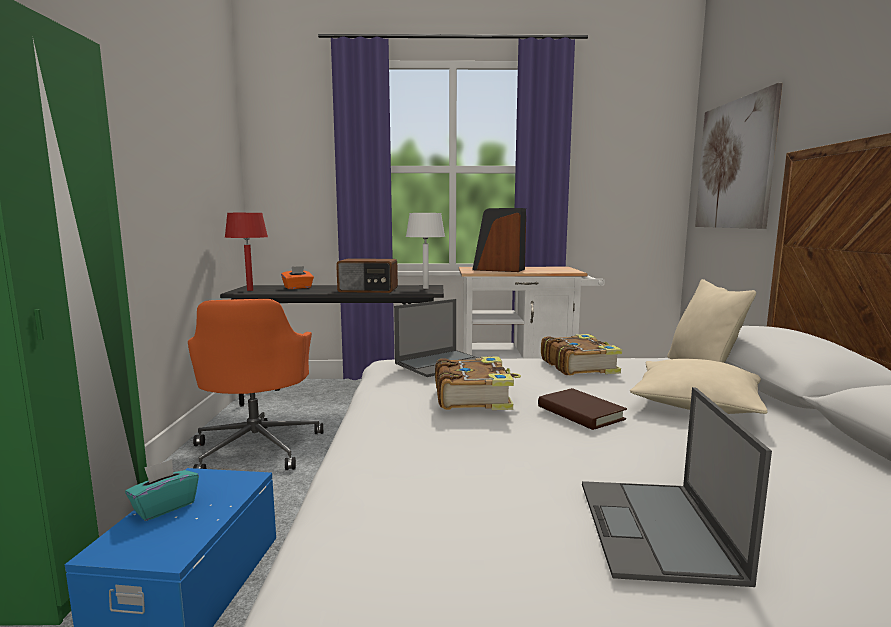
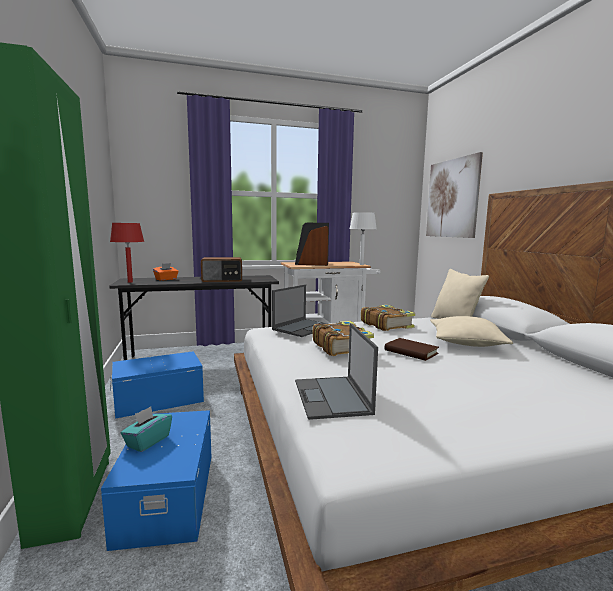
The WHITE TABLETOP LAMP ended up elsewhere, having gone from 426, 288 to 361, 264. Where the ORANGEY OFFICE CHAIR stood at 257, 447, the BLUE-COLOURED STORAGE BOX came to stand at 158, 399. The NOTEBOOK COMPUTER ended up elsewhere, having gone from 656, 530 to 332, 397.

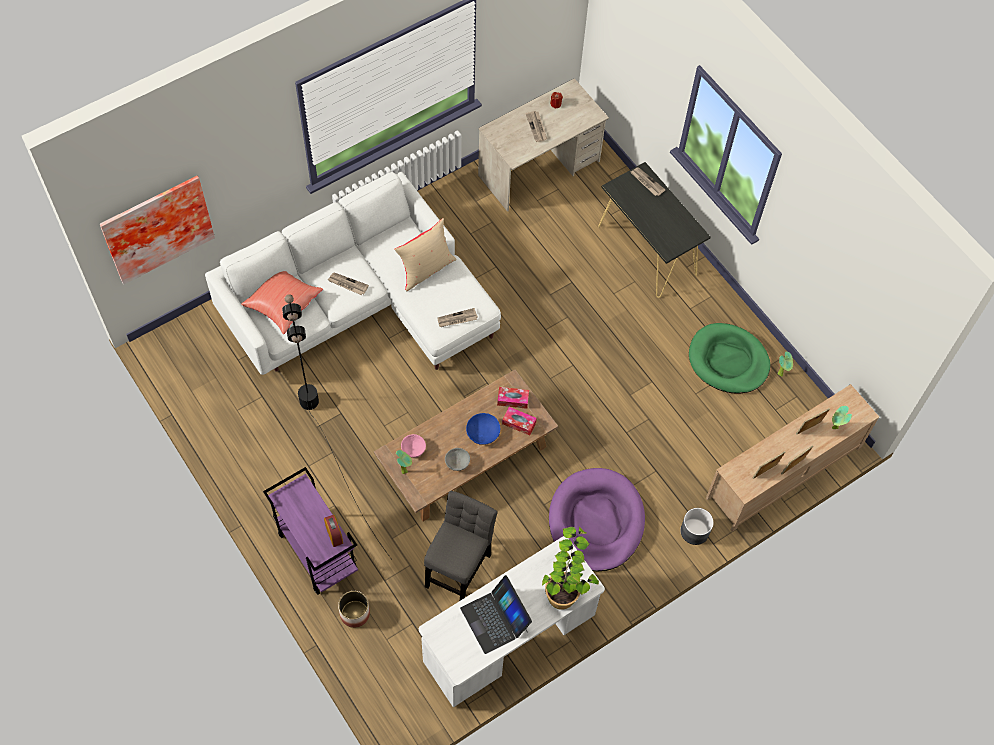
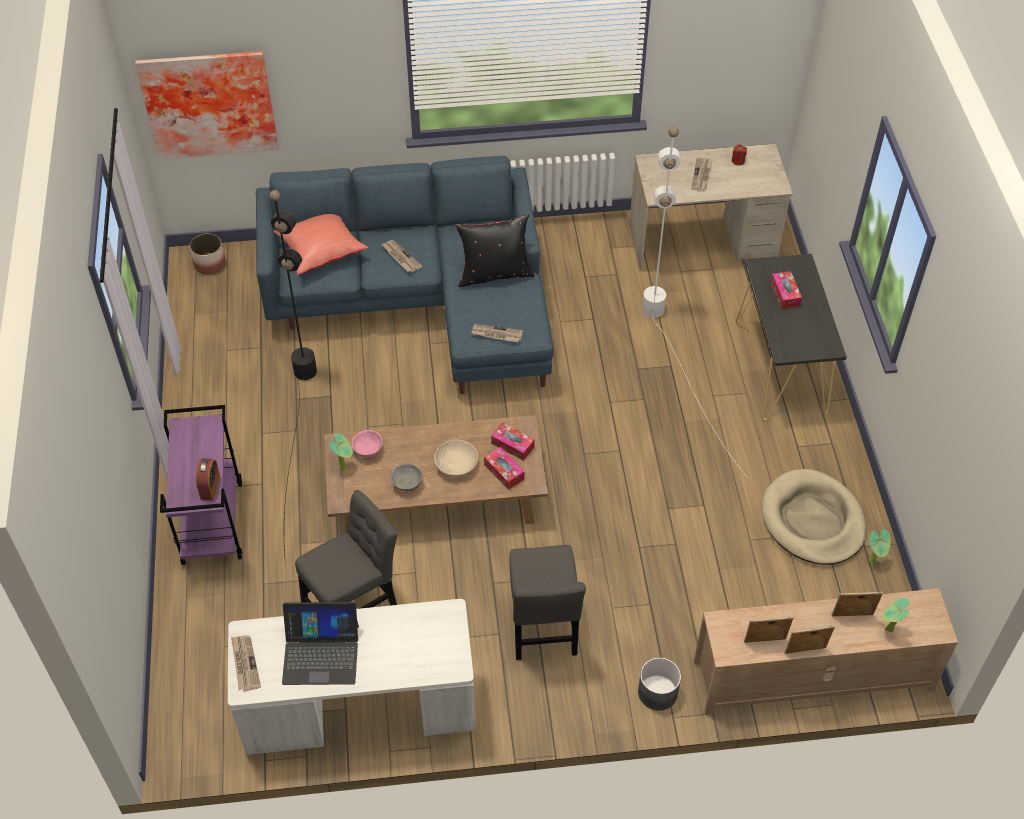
The NEWSPAPER ended up elsewhere, having gone from 646, 182 to 245, 663. What was the WHITE SOFA at 361, 305 turned into the BLUE-COLOURED SOFA at 421, 301. What was the SAND-COLOURED THROW PILLOW at 426, 269 turned into the BLACK THROW PILLOW at 494, 274. What was the GREEN-COLOURED DOG BED at 728, 361 turned into the SAND-COLOURED DOG BED at 812, 520. What was the BLUE-COLOURED SERVING BOWL at 483, 433 turned into the SAND-COLOURED SERVING BOWL at 456, 465. Where the PURPLISH DOG BED stood at 596, 521, the GRAY PLAIN CHAIR came to stand at 543, 628. The second view lost the POTTED PLANT at 566, 584. The NOTEBOOK COMPUTER at 495, 619 ended up facing another way, 90 degrees counterclockwise from before. The PLANTER ended up elsewhere, having gone from 354, 613 to 209, 264. The second view gained the WHITE FLOOR LAMP at 676, 354. The second view gained the TISSUE HOLDER at 785, 294.

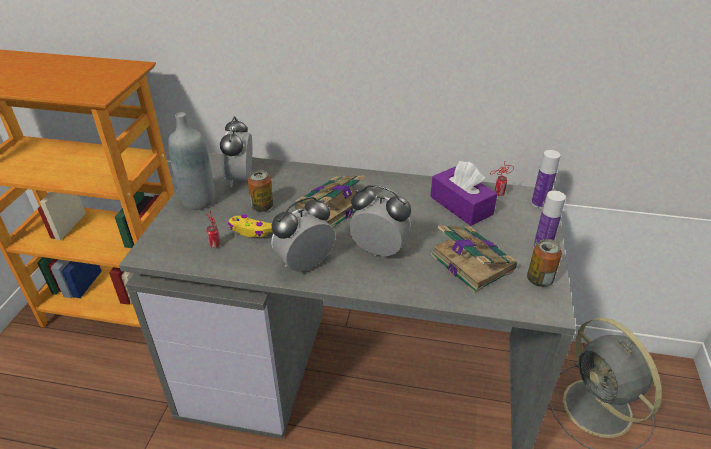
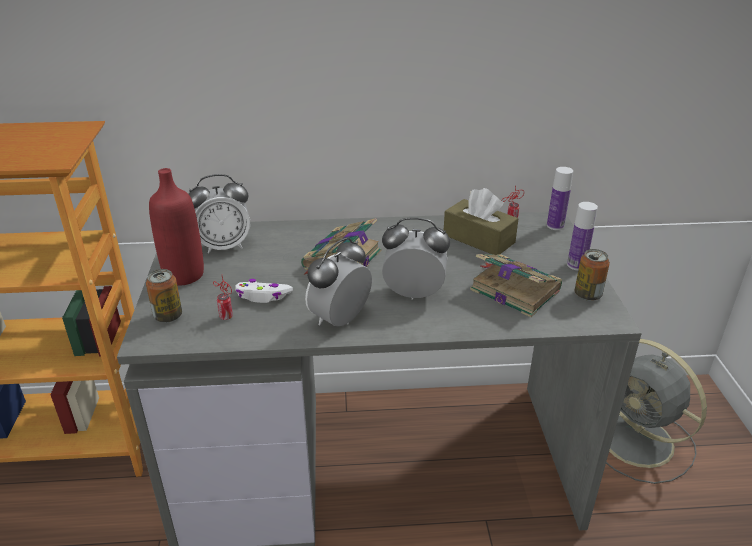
What was the GRAY BOTTLE at 198, 201 turned into the RED-COLOURED BOTTLE at 184, 275. The ALARM CLOCK at 241, 179 ended up facing another way, 90 degrees counterclockwise from before. What was the PURPLISH TISSUE HOLDER at 461, 205 turned into the BROWNISH TISSUE HOLDER at 478, 239. The CAN ended up elsewhere, having gone from 262, 206 to 168, 316. What was the YELLOW JOYPAD at 252, 231 turned into the WHITE JOYPAD at 263, 296.

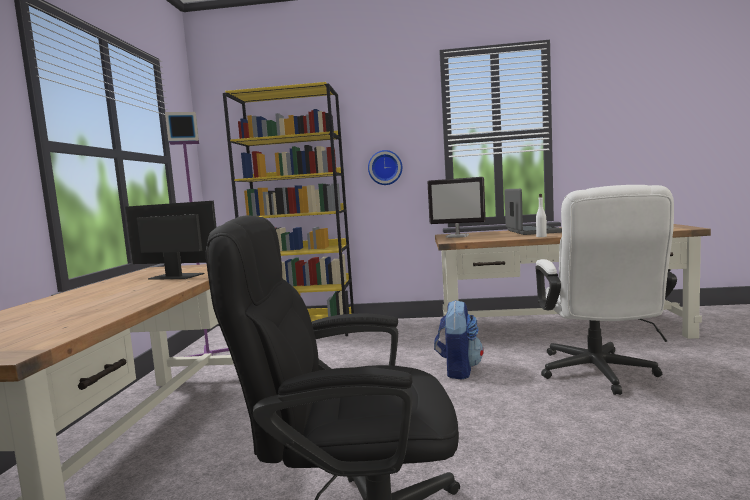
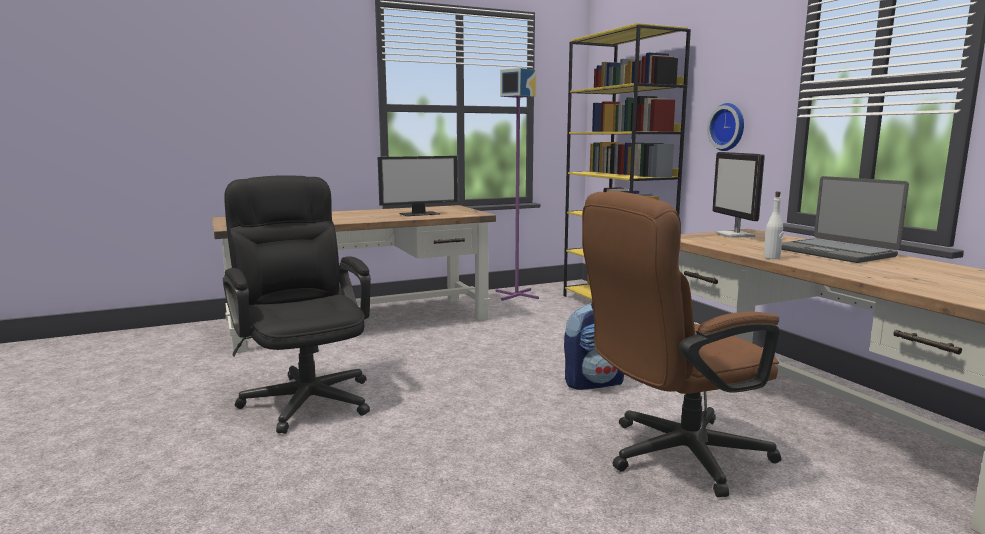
What was the WHITE OFFICE CHAIR at 599, 375 turned into the BROWNISH OFFICE CHAIR at 672, 456. The NOTEBOOK COMPUTER at 532, 231 ended up facing another way, 90 degrees clockwise from before. The MONITOR at 175, 276 ended up facing another way, 75 degrees clockwise from before.

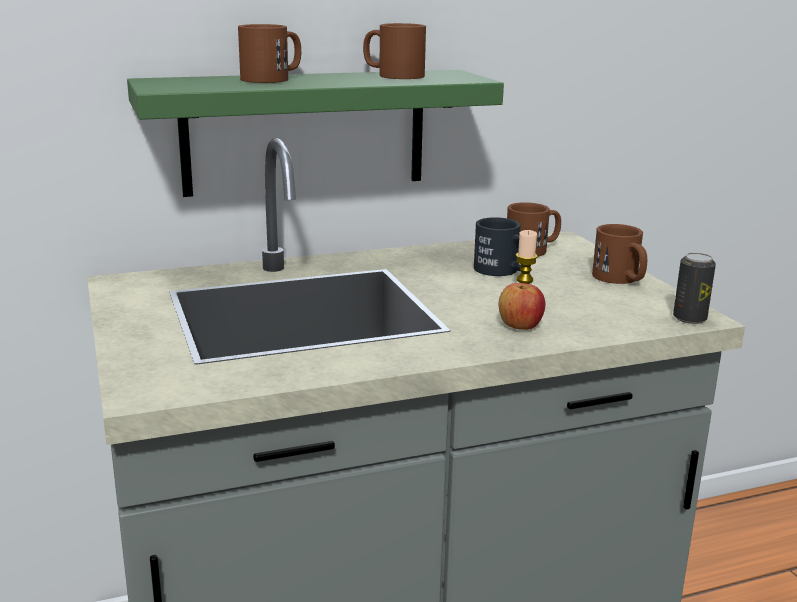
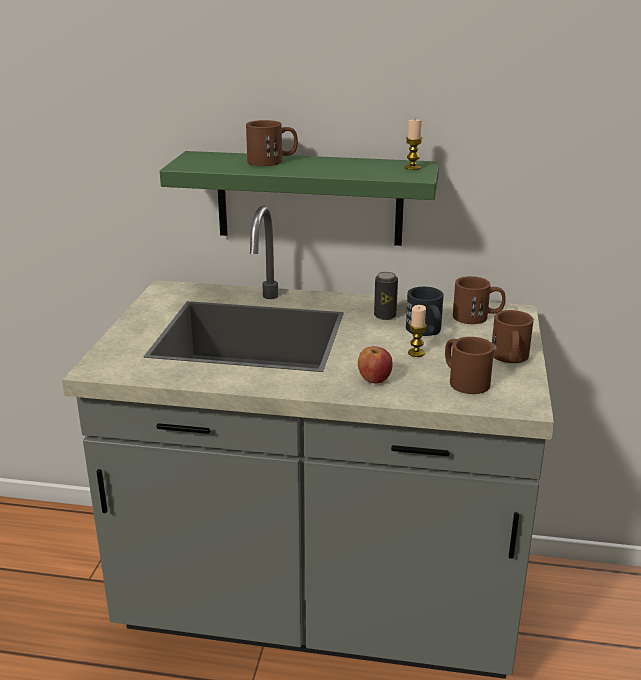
The BROWNISH MUG ended up elsewhere, having gone from 392, 75 to 463, 380. The CAN ended up elsewhere, having gone from 689, 318 to 385, 316. The second view gained the WAX LIGHT at 412, 168.

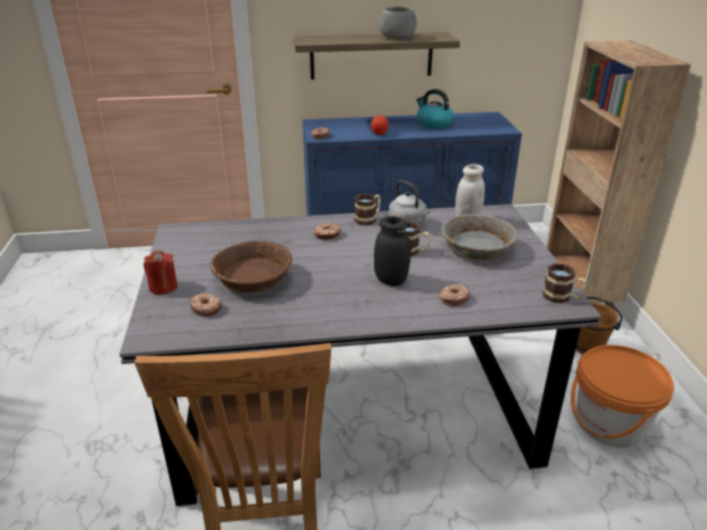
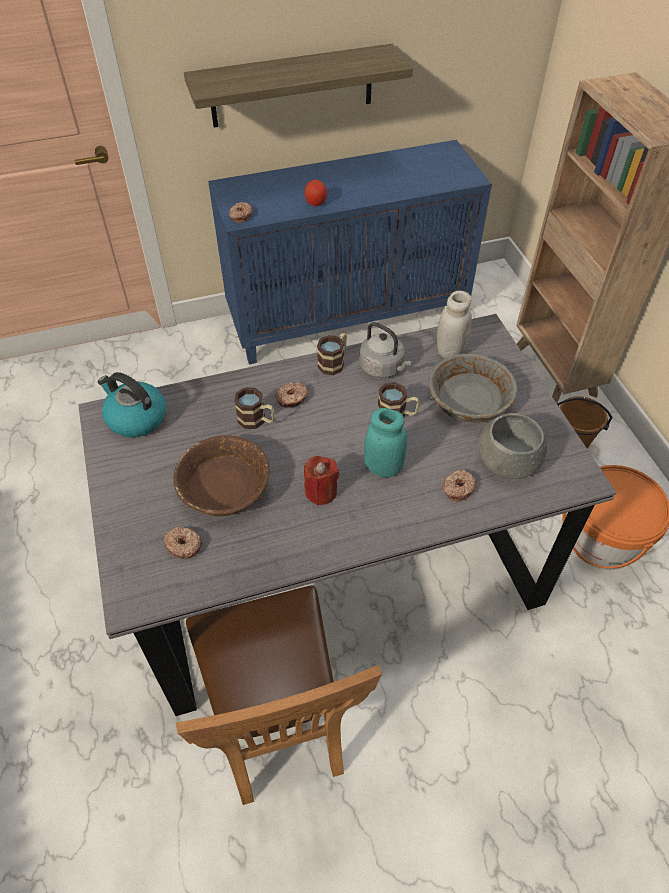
The GRAY SERVING BOWL ended up elsewhere, having gone from 397, 37 to 508, 460. The KETTLE ended up elsewhere, having gone from 433, 124 to 136, 418. What was the BLACK STORAGE JAR at 391, 280 turned into the TURQUOISE-COLOURED STORAGE JAR at 383, 467. The RED-COLOURED WAX LIGHT ended up elsewhere, having gone from 163, 287 to 321, 491. The MUG ended up elsewhere, having gone from 562, 297 to 257, 420.

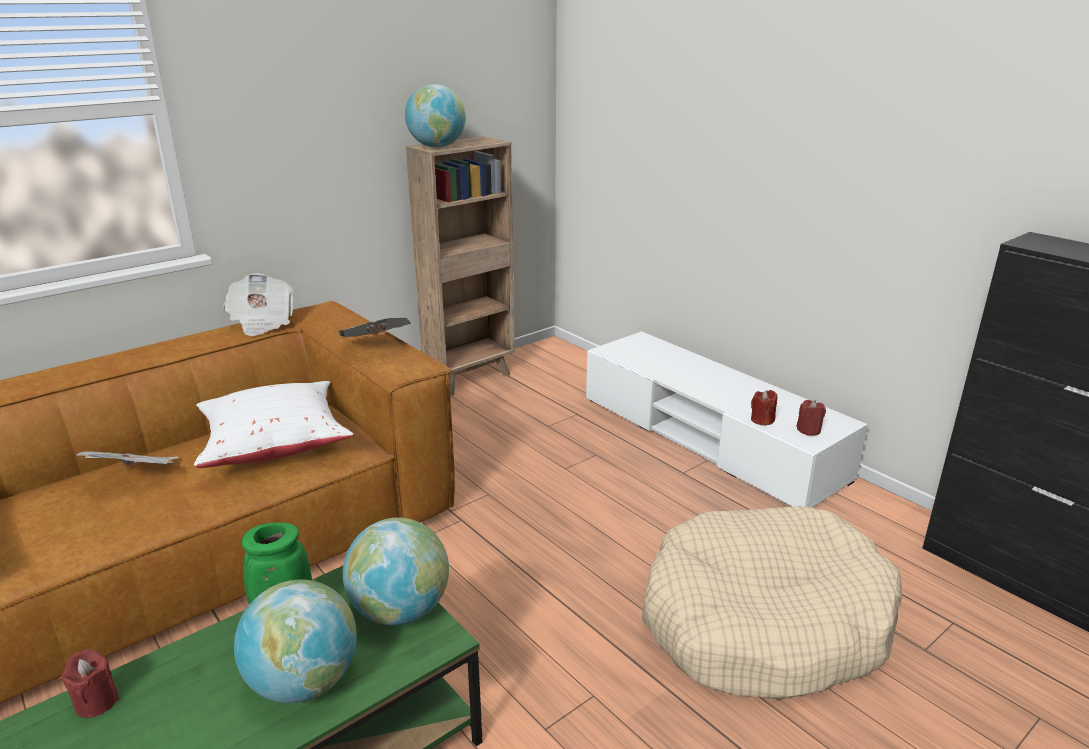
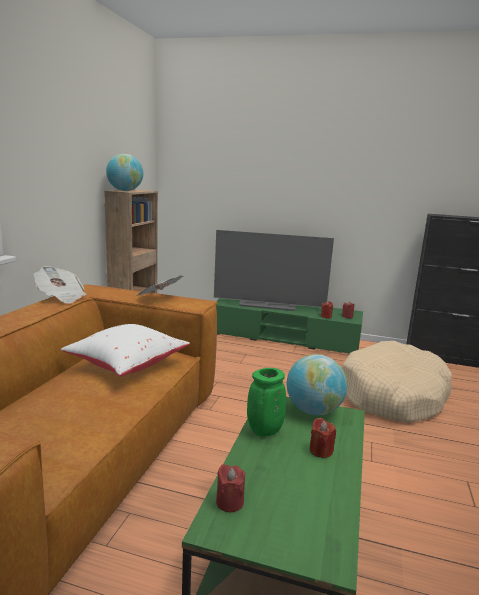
What was the WHITE TV STAND at 708, 438 turned into the GREEN-COLOURED TV STAND at 285, 338. The second view lost the NEWSPAPER at 137, 477. Where the WORLD GLOBE stood at 304, 683, the RED-COLOURED WAX LIGHT came to stand at 321, 451. The second view gained the TV SET at 268, 304.

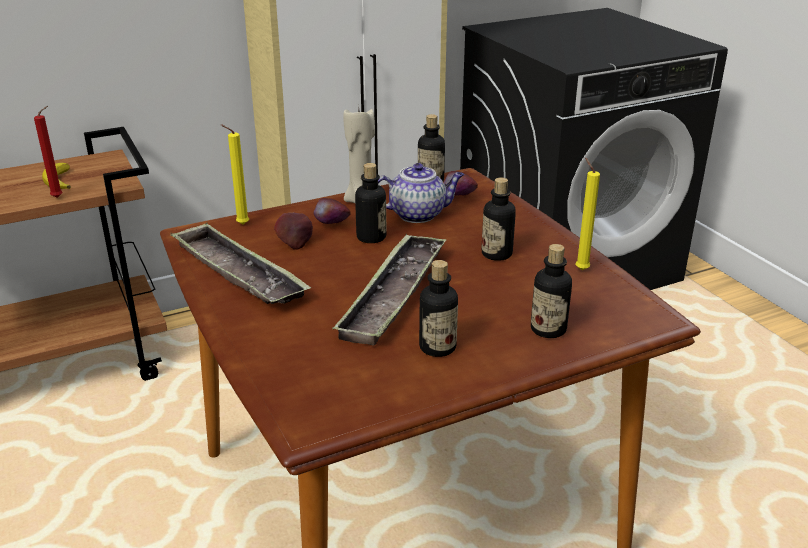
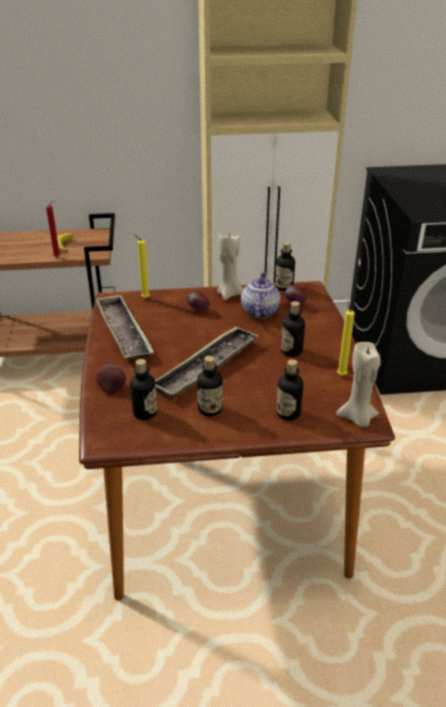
The BOTTLE ended up elsewhere, having gone from 371, 237 to 145, 413. The POT FOR TEA at 418, 214 ended up facing another way, 90 degrees counterclockwise from before. The APPLE ended up elsewhere, having gone from 295, 243 to 112, 387. The second view gained the SAND-COLOURED WAX LIGHT at 357, 418.

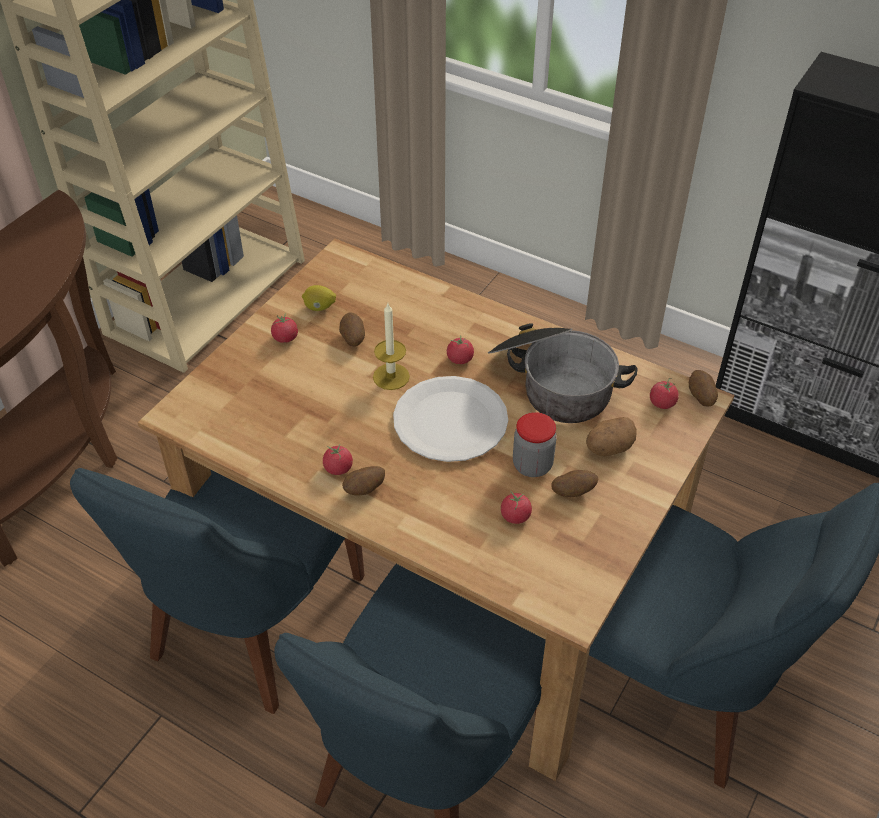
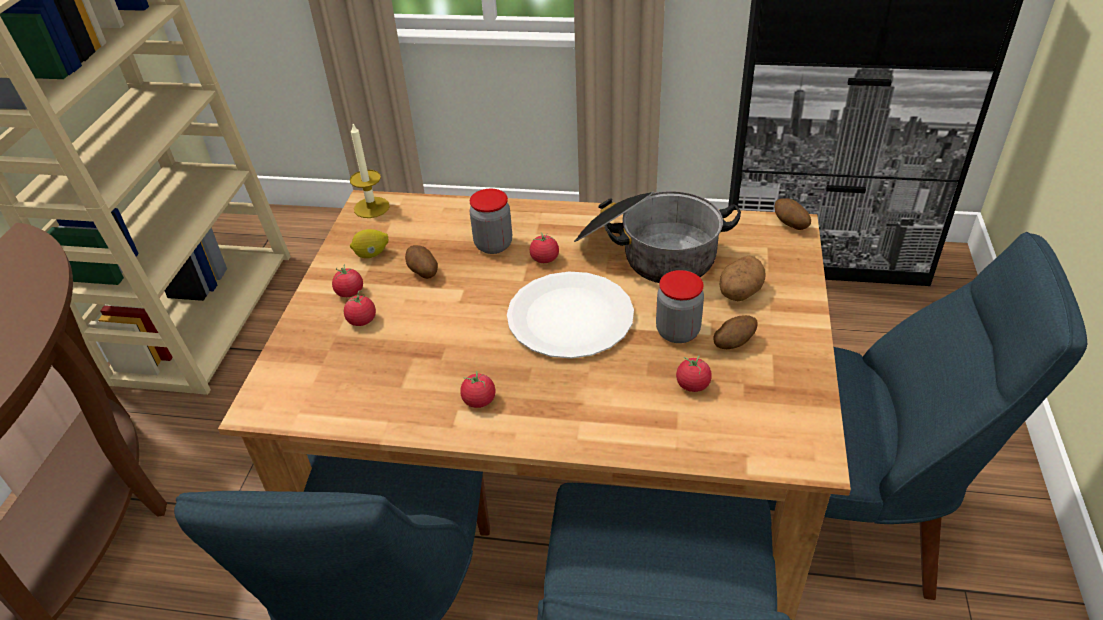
The WAX LIGHT ended up elsewhere, having gone from 391, 376 to 371, 207. The TOMATO ended up elsewhere, having gone from 662, 403 to 362, 320. The second view lost the POTATO at 365, 490. The second view gained the STORAGE JAR at 493, 245.

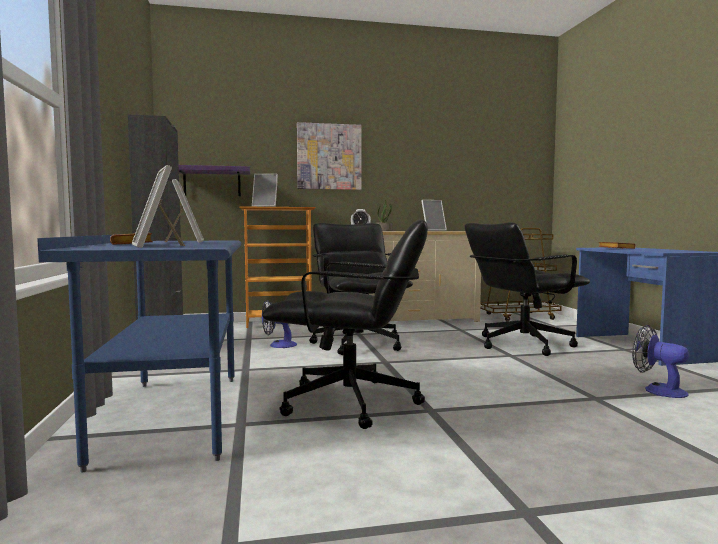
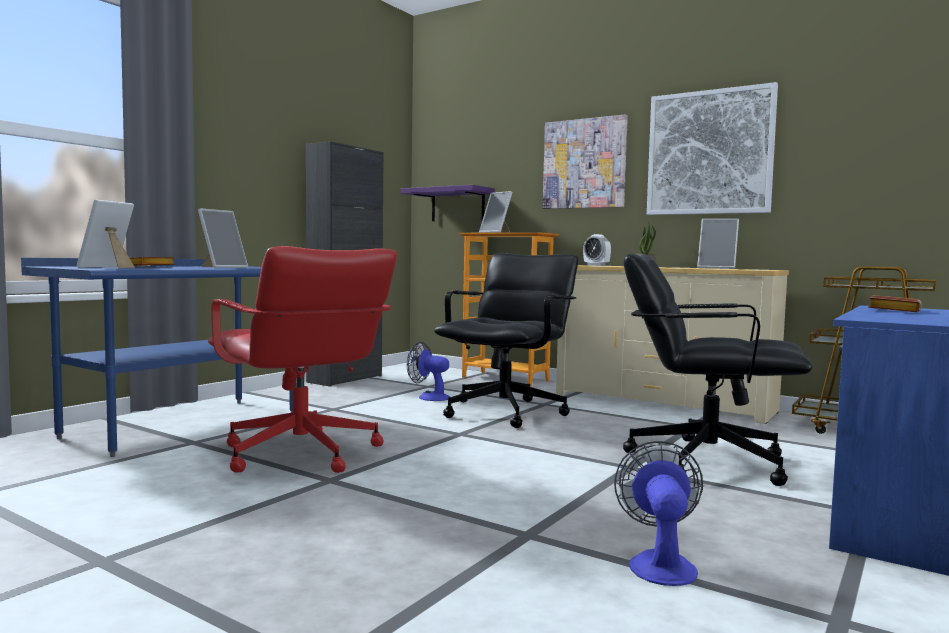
What was the BLACK OFFICE CHAIR at 352, 403 turned into the RED-COLOURED OFFICE CHAIR at 300, 454. The second view gained the WALL PICTURE at 709, 152.

